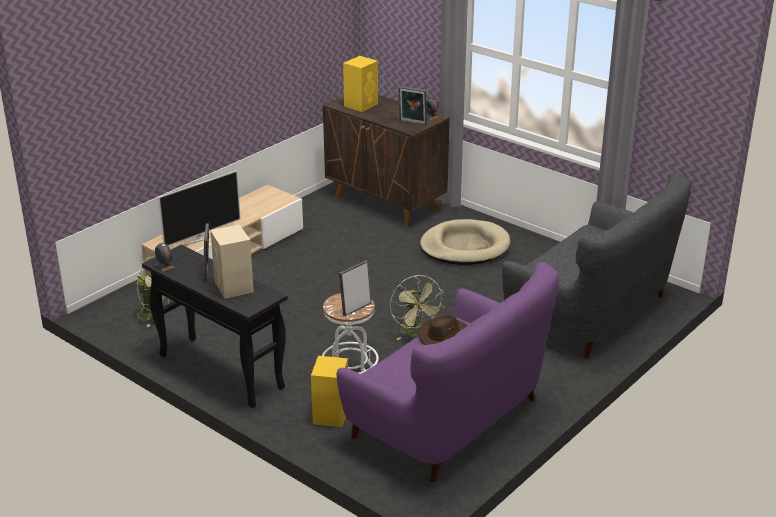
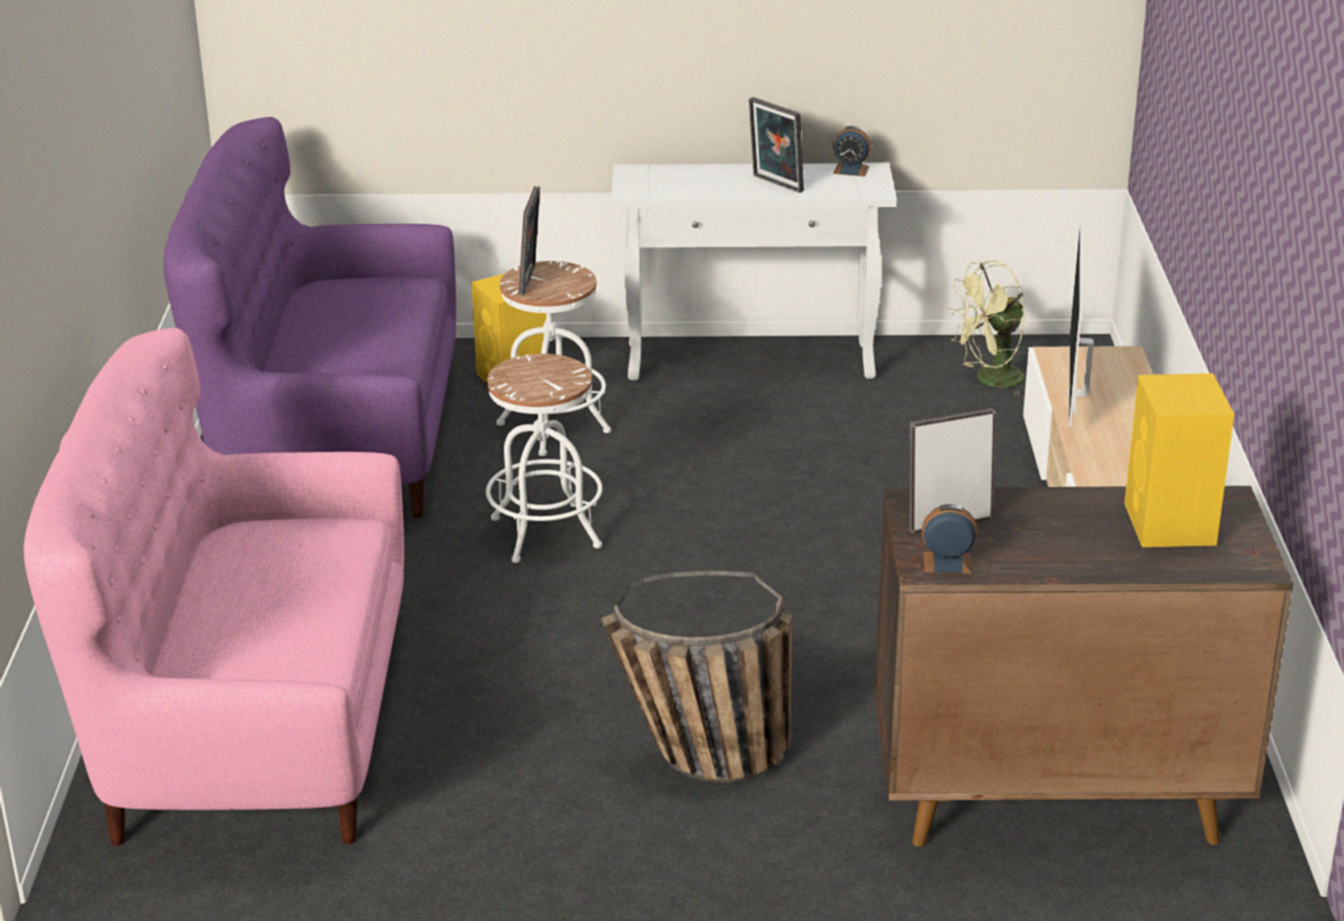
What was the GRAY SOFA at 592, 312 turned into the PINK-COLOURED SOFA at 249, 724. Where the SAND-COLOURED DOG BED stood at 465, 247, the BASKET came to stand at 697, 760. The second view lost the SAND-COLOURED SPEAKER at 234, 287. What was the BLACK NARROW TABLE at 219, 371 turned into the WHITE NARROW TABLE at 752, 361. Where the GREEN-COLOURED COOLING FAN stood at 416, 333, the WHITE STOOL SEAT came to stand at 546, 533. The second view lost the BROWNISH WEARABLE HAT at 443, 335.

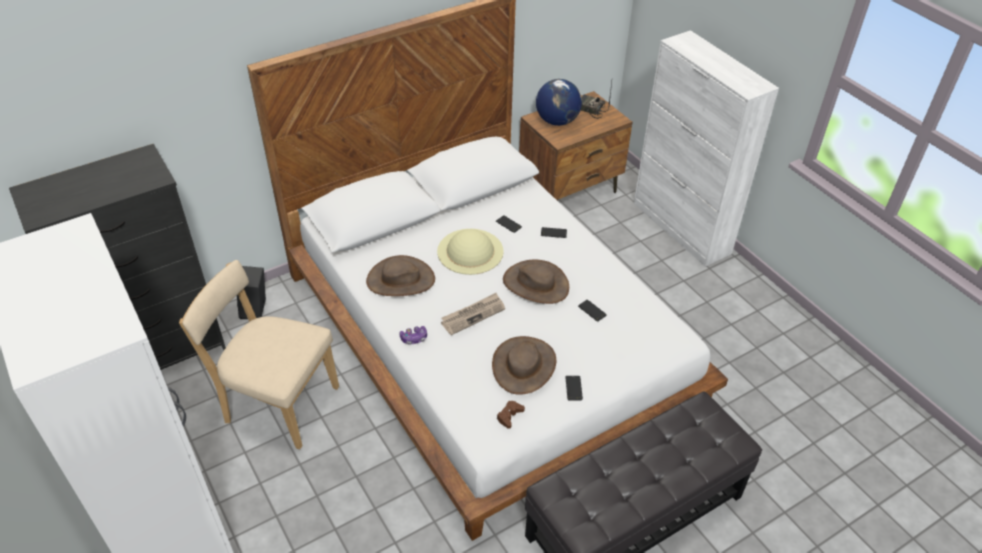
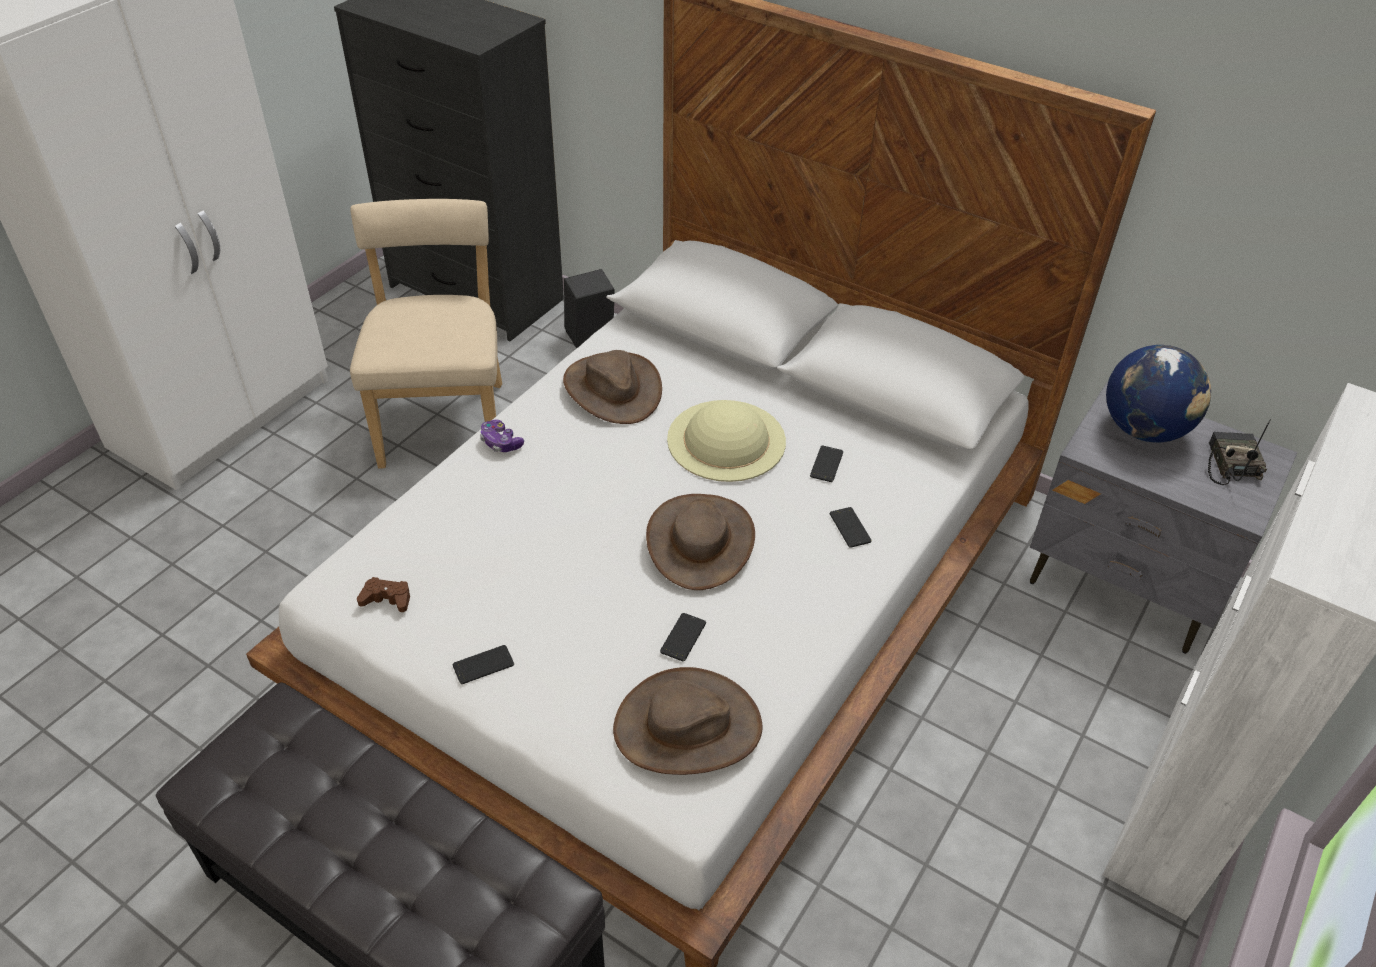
What was the BROWNISH NIGHTSTAND at 570, 190 turned into the GRAY NIGHTSTAND at 1125, 582. The second view lost the NEWSPAPER at 473, 315. The BROWNISH WEARABLE HAT ended up elsewhere, having gone from 524, 365 to 687, 727.

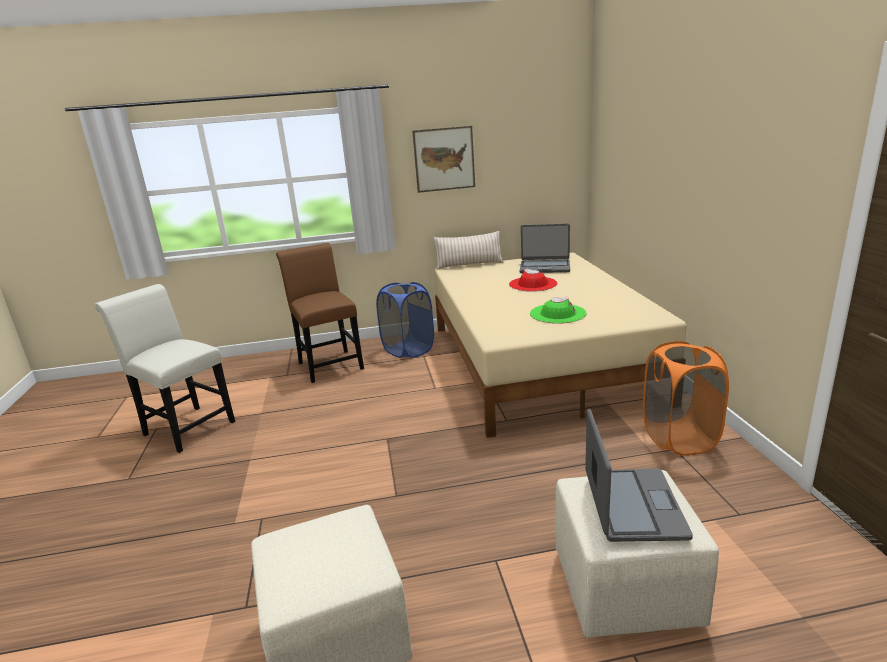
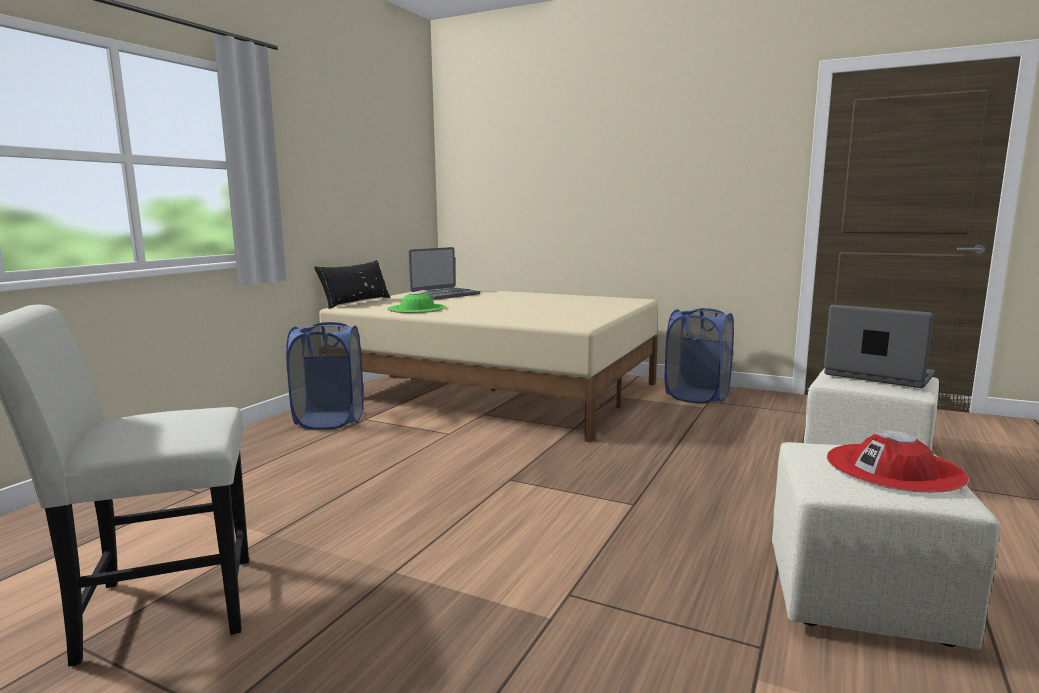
The second view lost the WALL PICTURE at 444, 159. What was the SAND-COLOURED THROW PILLOW at 469, 265 turned into the BLACK THROW PILLOW at 356, 302. The second view lost the BROWNISH PLAIN CHAIR at 329, 364. The RED-COLOURED WEARABLE HAT ended up elsewhere, having gone from 533, 284 to 894, 468. The GREEN-COLOURED WEARABLE HAT ended up elsewhere, having gone from 557, 314 to 417, 309. What was the ORANGEY HAMPER at 679, 438 turned into the BLUE-COLOURED HAMPER at 697, 396.

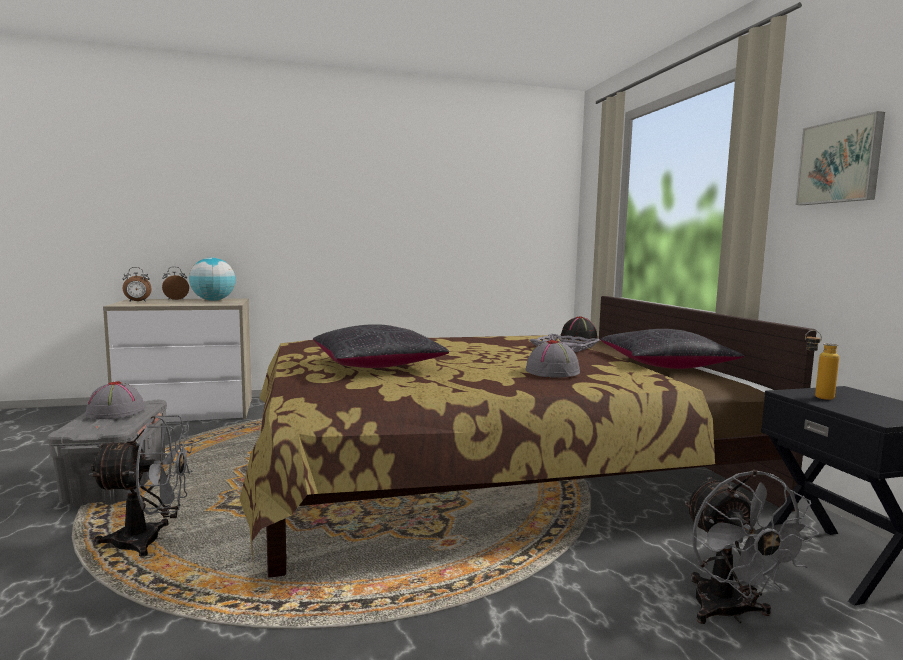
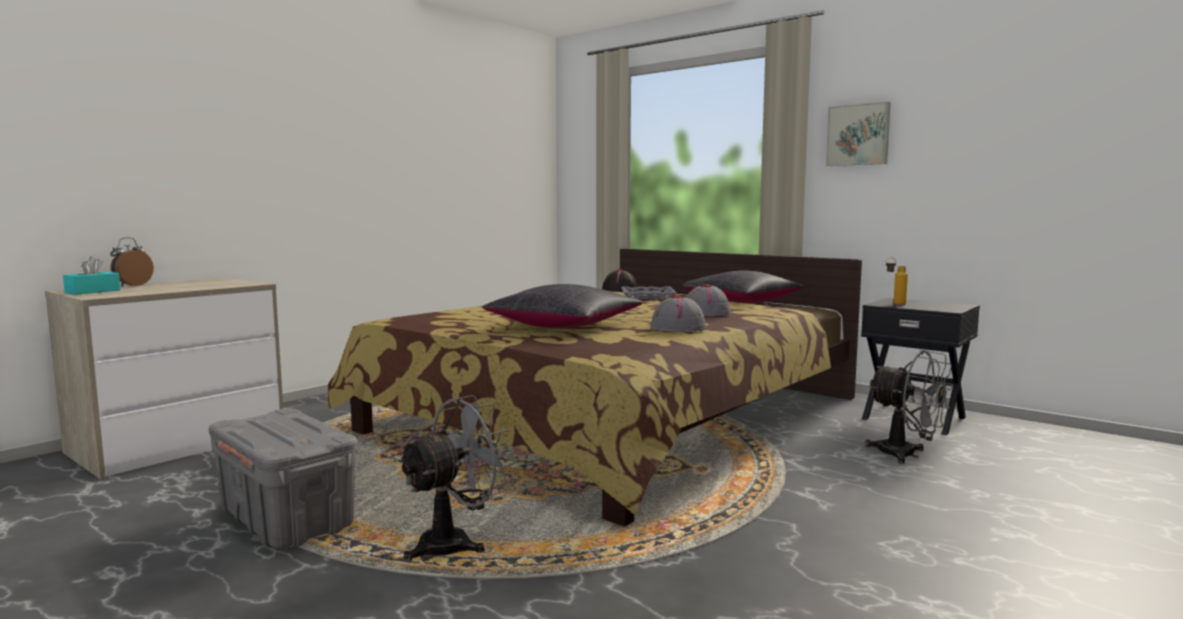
The second view lost the WORLD GLOBE at 213, 300. Where the ALARM CLOCK stood at 137, 301, the TURQUOISE-COLOURED TISSUE HOLDER came to stand at 93, 291. The GRAY WEARABLE HAT ended up elsewhere, having gone from 115, 412 to 678, 328.

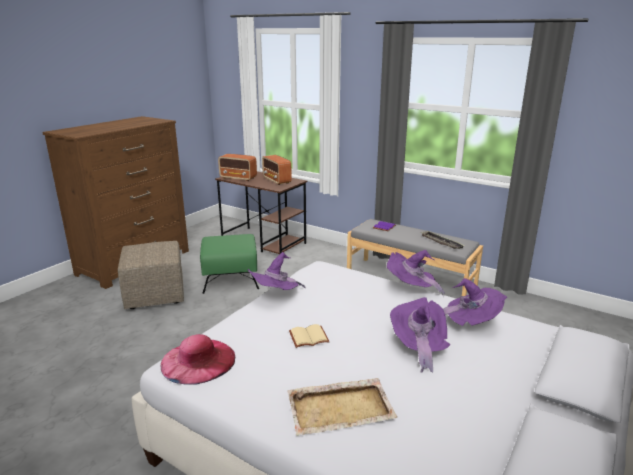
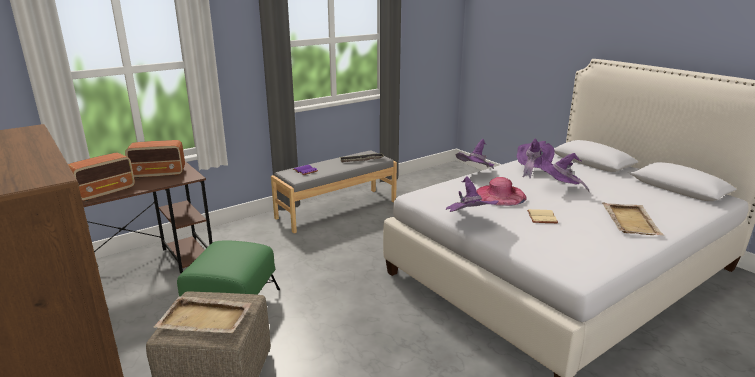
The PINK-COLOURED WEARABLE HAT ended up elsewhere, having gone from 198, 360 to 500, 195. The second view gained the SAND-COLOURED TRAY at 205, 318.

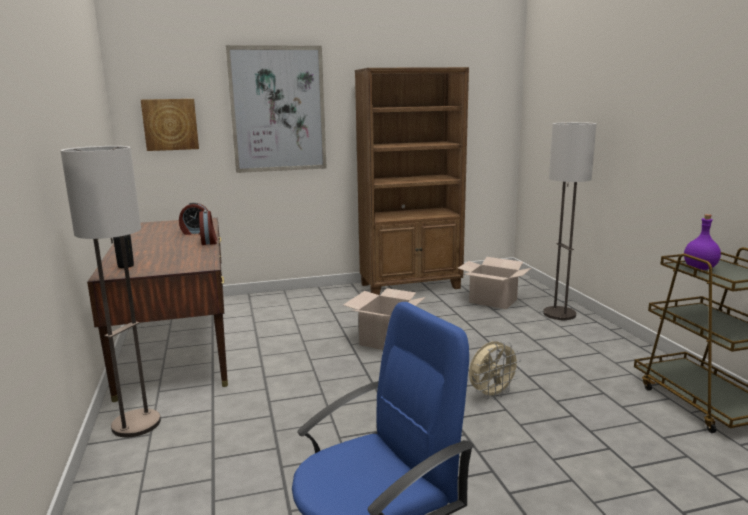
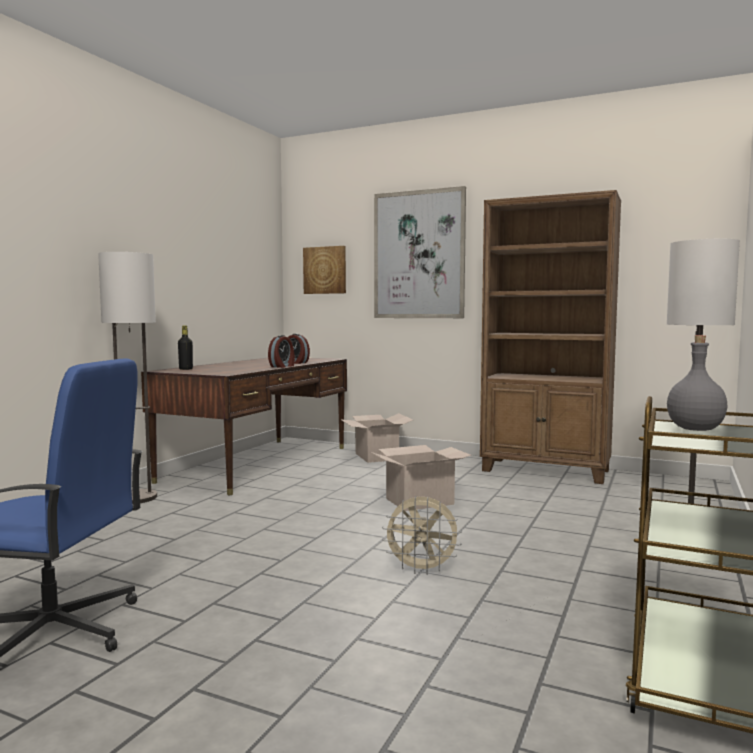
What was the PURPLISH BOTTLE at 700, 268 turned into the GRAY BOTTLE at 695, 429. The CARDBOARD BOX ended up elsewhere, having gone from 493, 301 to 377, 456.

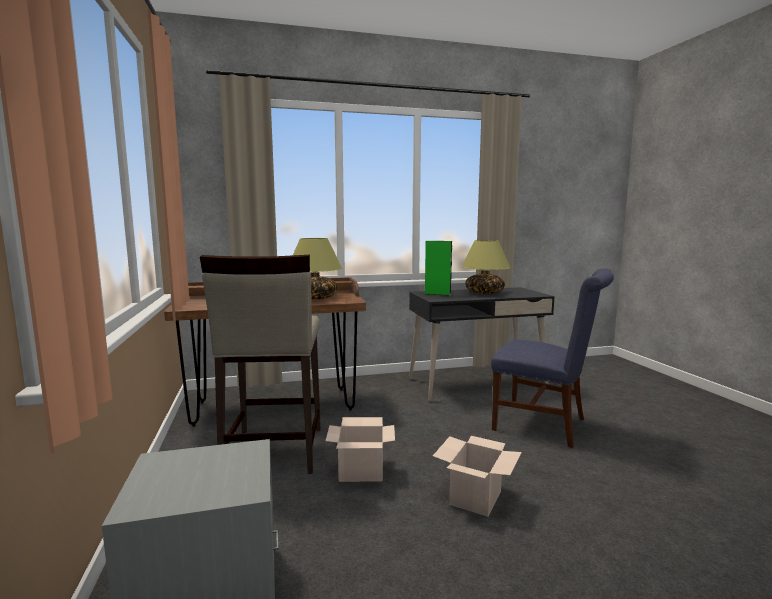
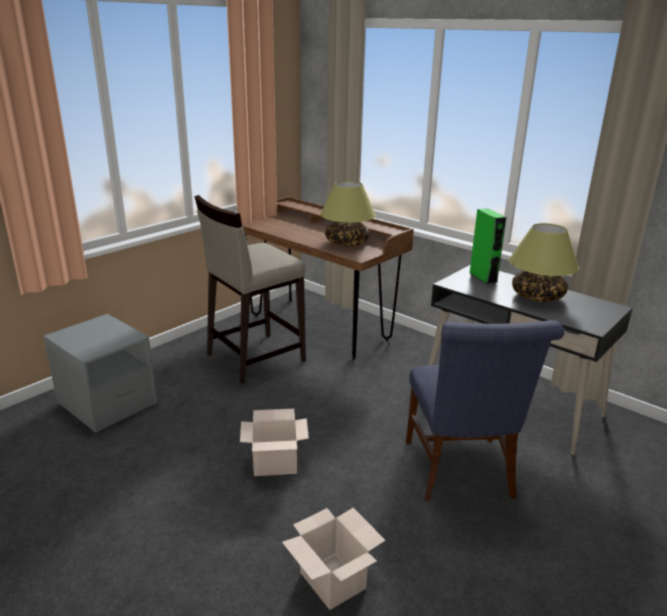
The CARDBOARD BOX ended up elsewhere, having gone from 362, 471 to 334, 581.

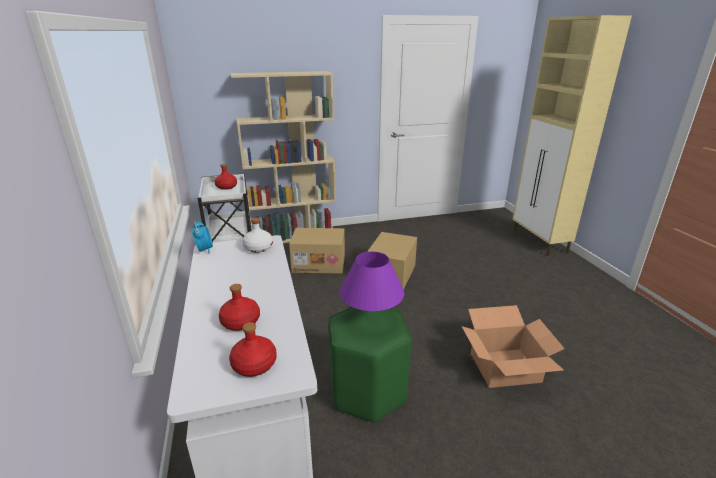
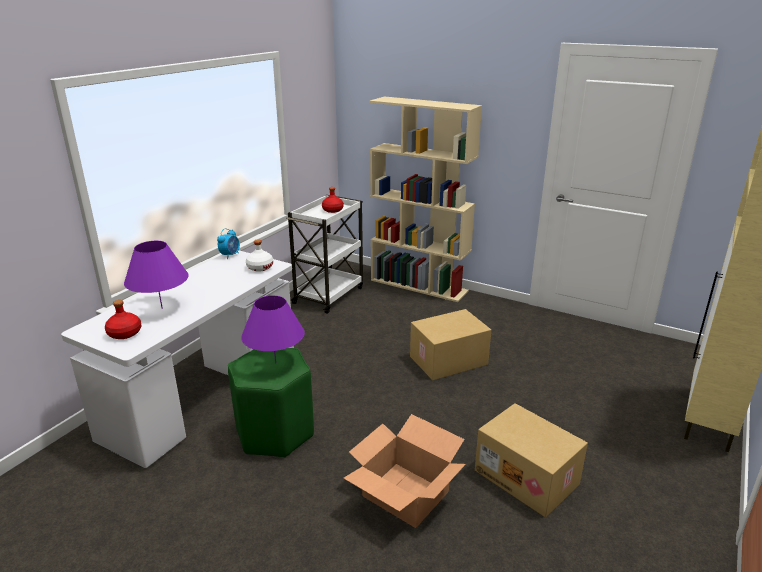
The CARDBOARD BOX ended up elsewhere, having gone from 319, 263 to 527, 477. Where the RED-COLOURED BOTTLE stood at 240, 322, the PURPLISH TABLETOP LAMP came to stand at 162, 308.

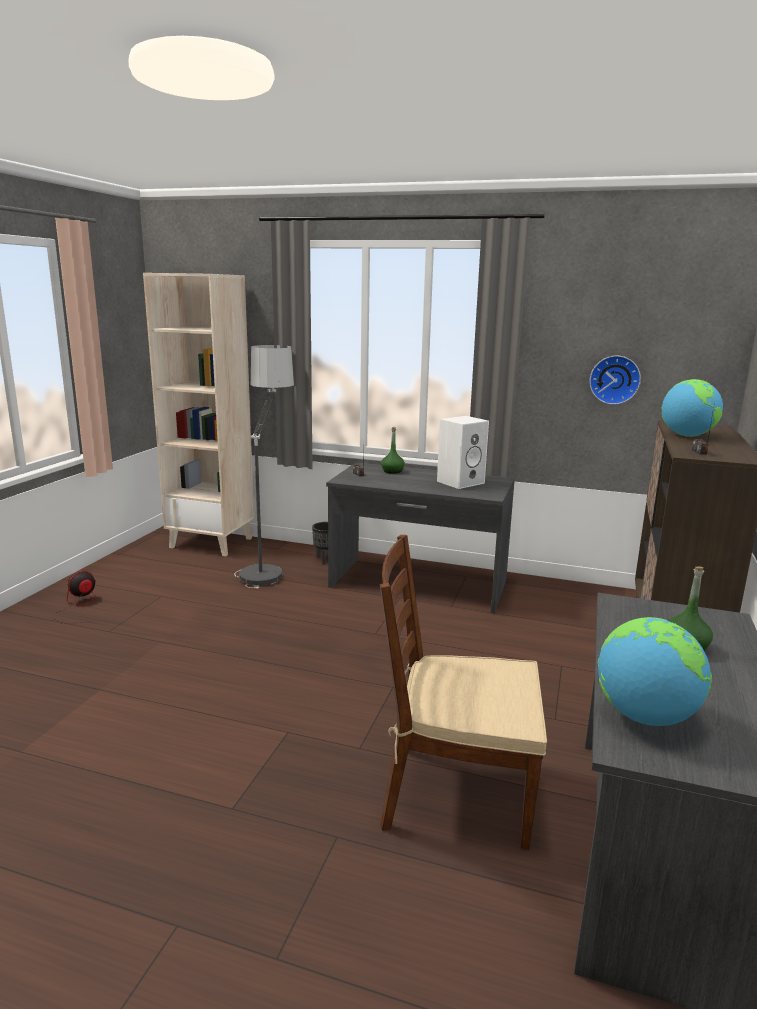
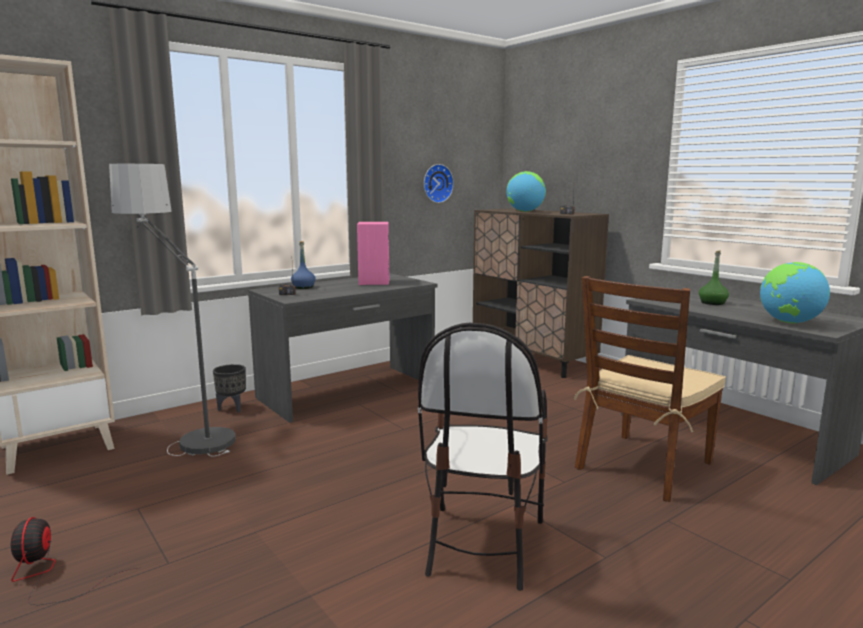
What was the WHITE SPEAKER at 460, 482 turned into the PINK-COLOURED SPEAKER at 373, 281. What was the GREEN-COLOURED BOTTLE at 392, 471 turned into the BLUE-COLOURED BOTTLE at 303, 287. The second view gained the PLAIN CHAIR at 481, 544.

